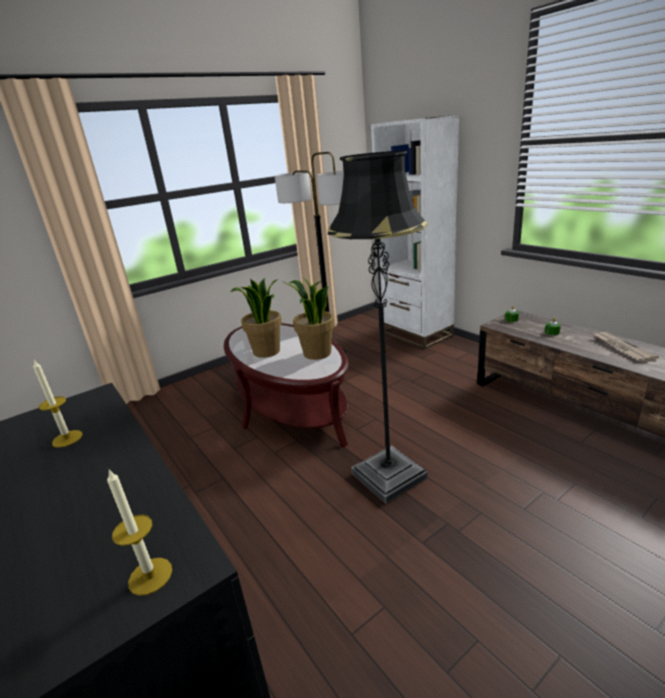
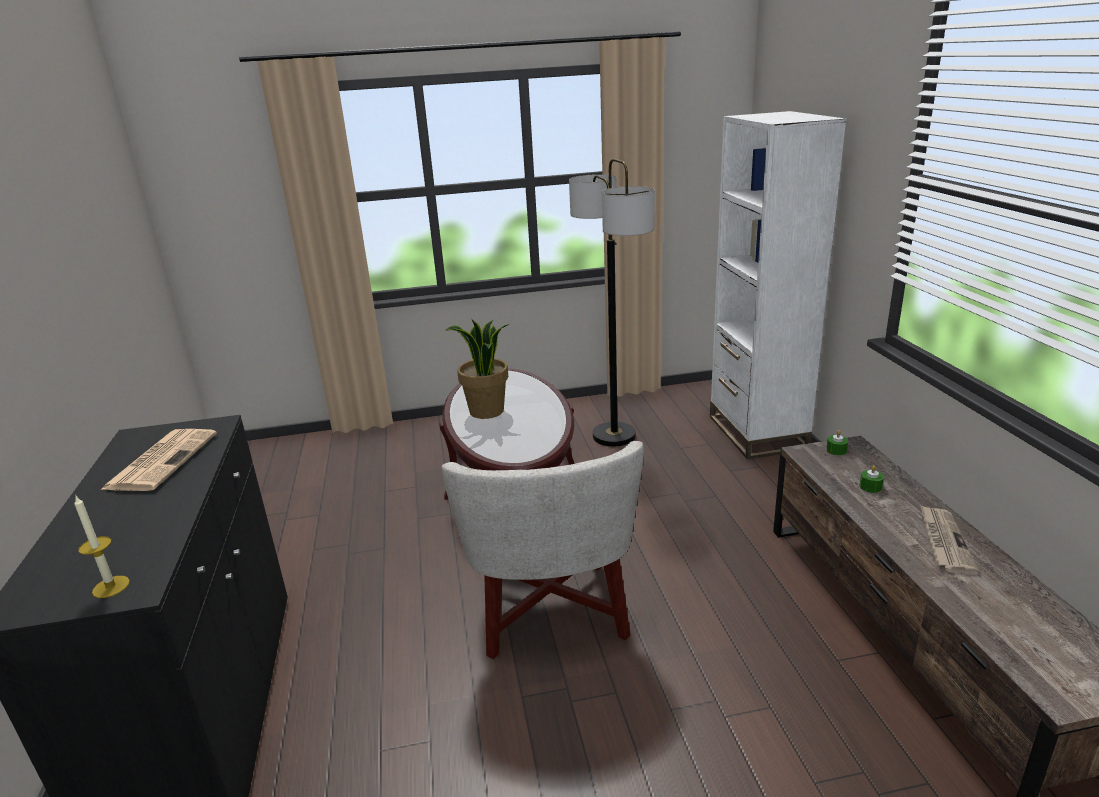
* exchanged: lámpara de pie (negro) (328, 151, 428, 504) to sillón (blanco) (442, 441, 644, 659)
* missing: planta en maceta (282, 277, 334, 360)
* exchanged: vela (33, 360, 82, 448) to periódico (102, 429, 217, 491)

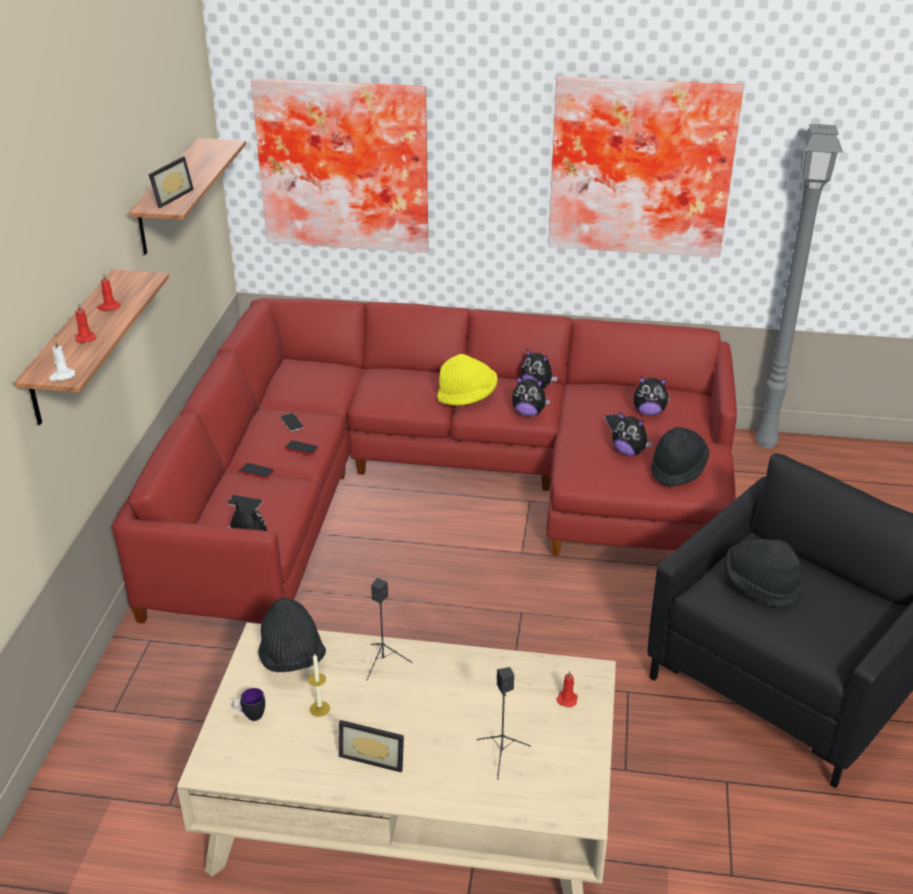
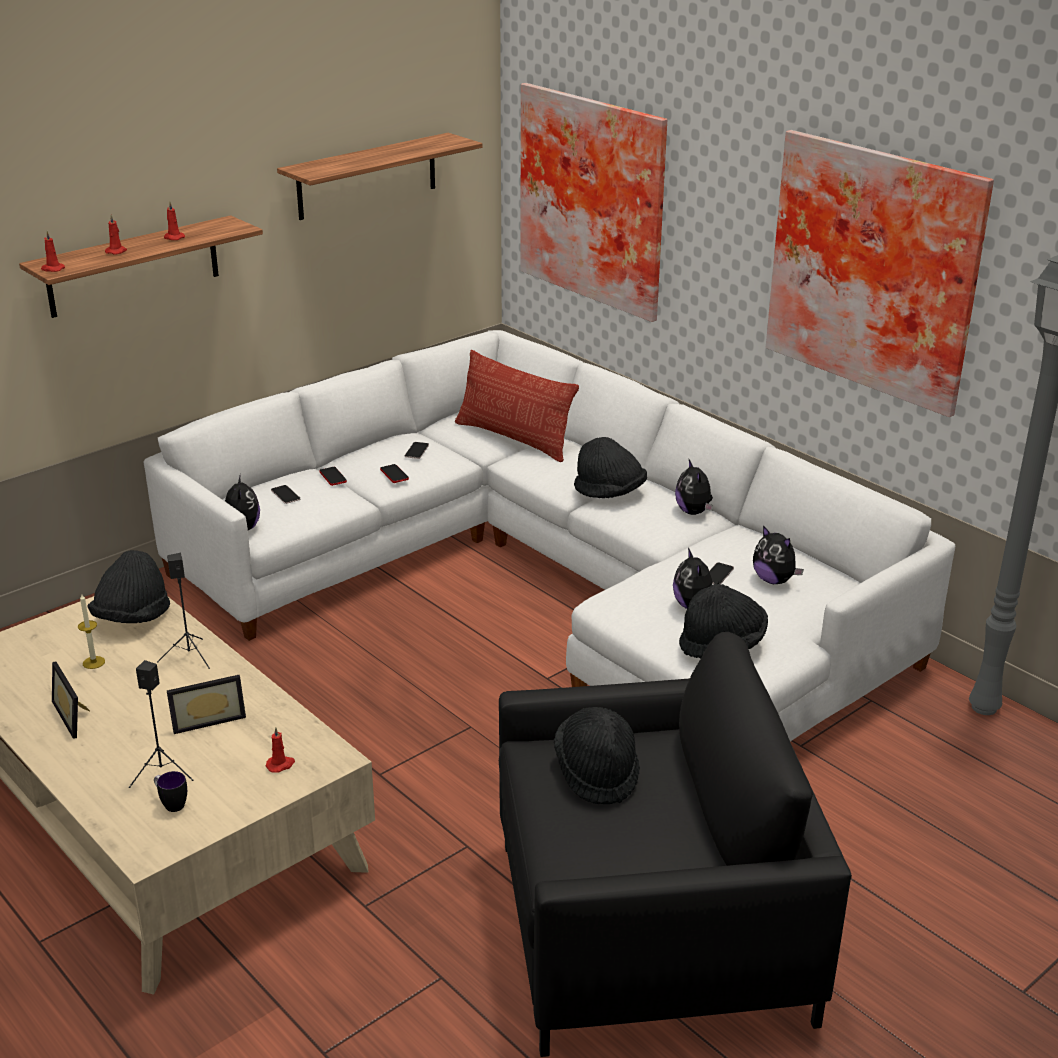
* relocated: portarretratos (149, 157, 194, 208) to (167, 675, 246, 734)
* colour: sofá (rojo) (112, 298, 737, 624) to sofá (blanco) (143, 330, 955, 742)
* colour: vela (blanco) (49, 340, 75, 381) to vela (rojo) (41, 231, 65, 272)
* colour: sombrero (amarillo) (437, 354, 498, 406) to sombrero (negro) (574, 437, 647, 498)
* missing: peluche (512, 376, 551, 416)
* relocated: taza grande (232, 688, 265, 721) to (154, 771, 187, 812)
* appeared: cojín (455, 350, 579, 462)

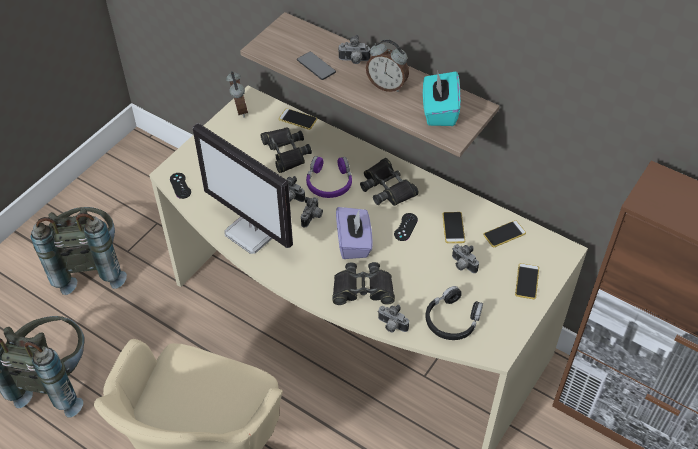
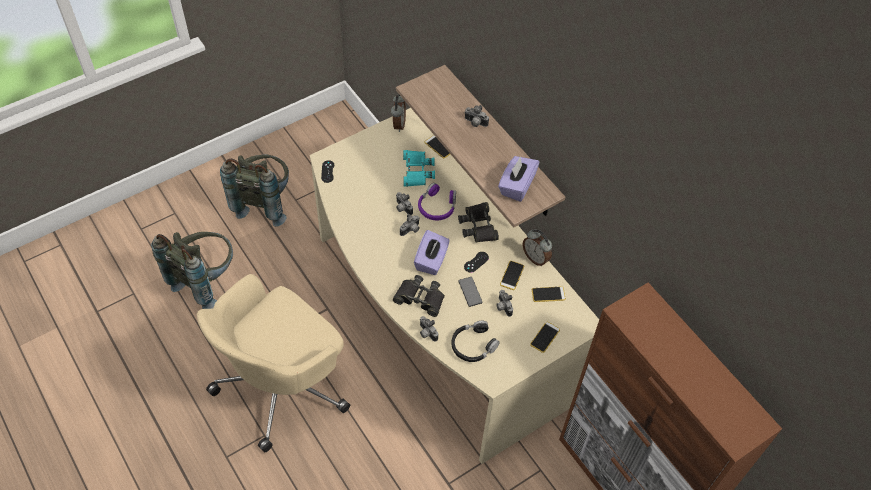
* relocated: despertador (366, 39, 409, 92) to (523, 229, 552, 266)
* relocated: móvil (297, 51, 336, 80) to (458, 277, 483, 307)
* colour: caja de pañuelos (turquesa) (423, 72, 461, 126) to caja de pañuelos (morado) (498, 156, 539, 202)
* missing: monitor (193, 123, 293, 254)
* colour: prismáticos (negro) (261, 127, 312, 173) to prismáticos (turquesa) (403, 150, 435, 187)

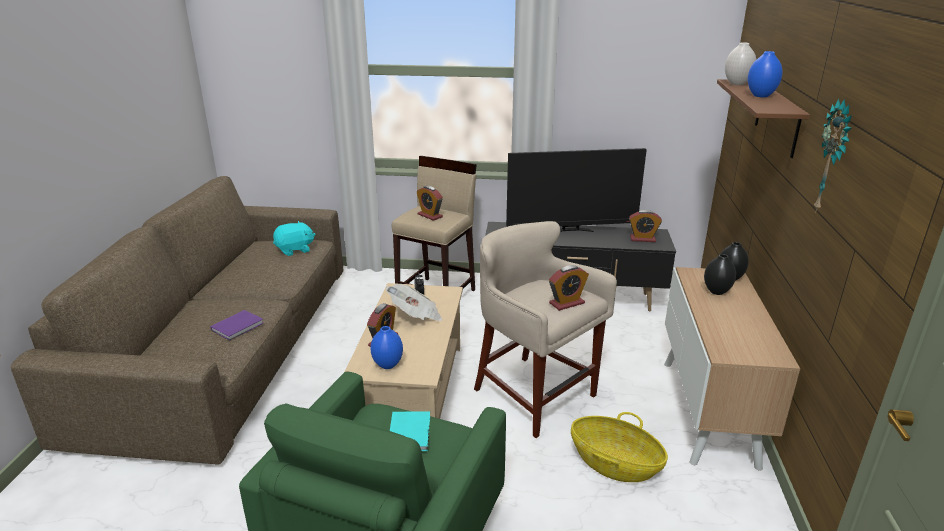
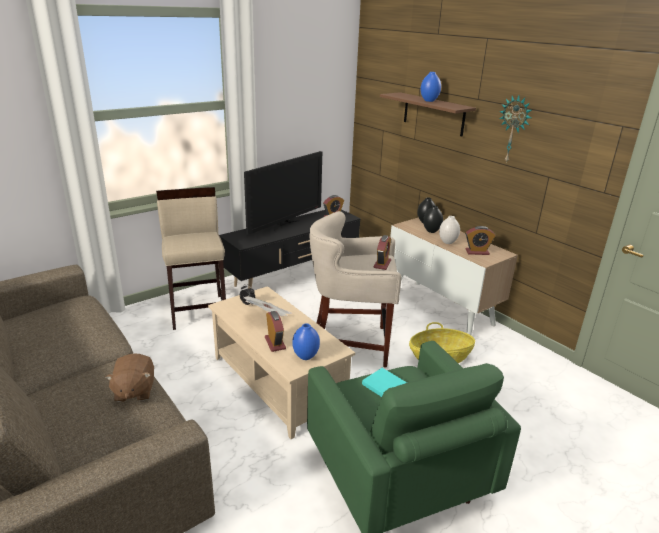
* relocated: florero (blanco) (725, 42, 756, 85) to (439, 216, 460, 244)
* relocated: despertador (417, 186, 443, 221) to (466, 226, 495, 255)
* missing: peluche (turquesa) (273, 221, 315, 256)
* exchanged: libro (morado) (210, 310, 263, 341) to peluche (marrón) (105, 353, 154, 402)

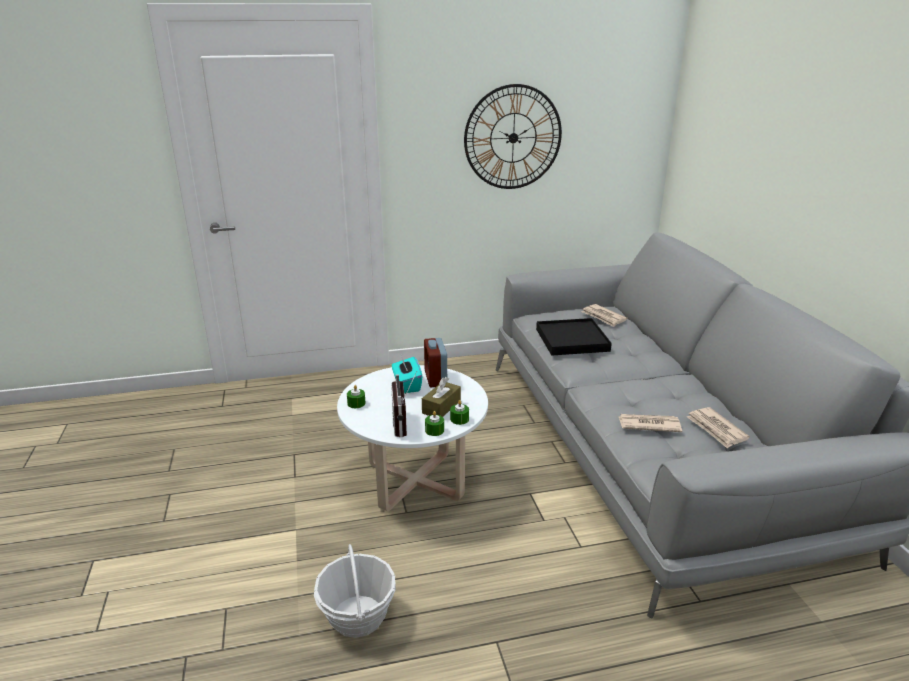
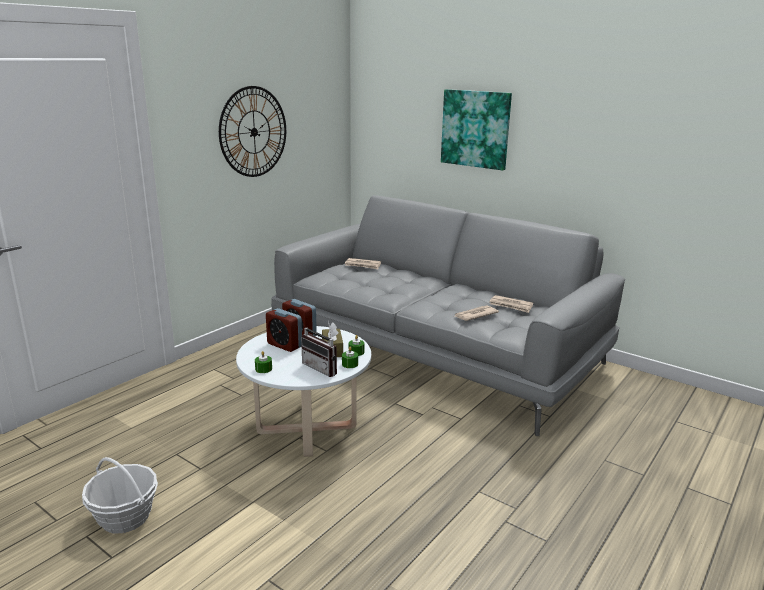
* missing: bandeja (negro) (536, 318, 612, 355)
* exchanged: caja de pañuelos (turquesa) (392, 355, 423, 393) to despertador (266, 308, 302, 352)
* relocated: cesta (314, 544, 395, 638) to (82, 457, 158, 534)
* appeared: cuadro (441, 89, 512, 170)

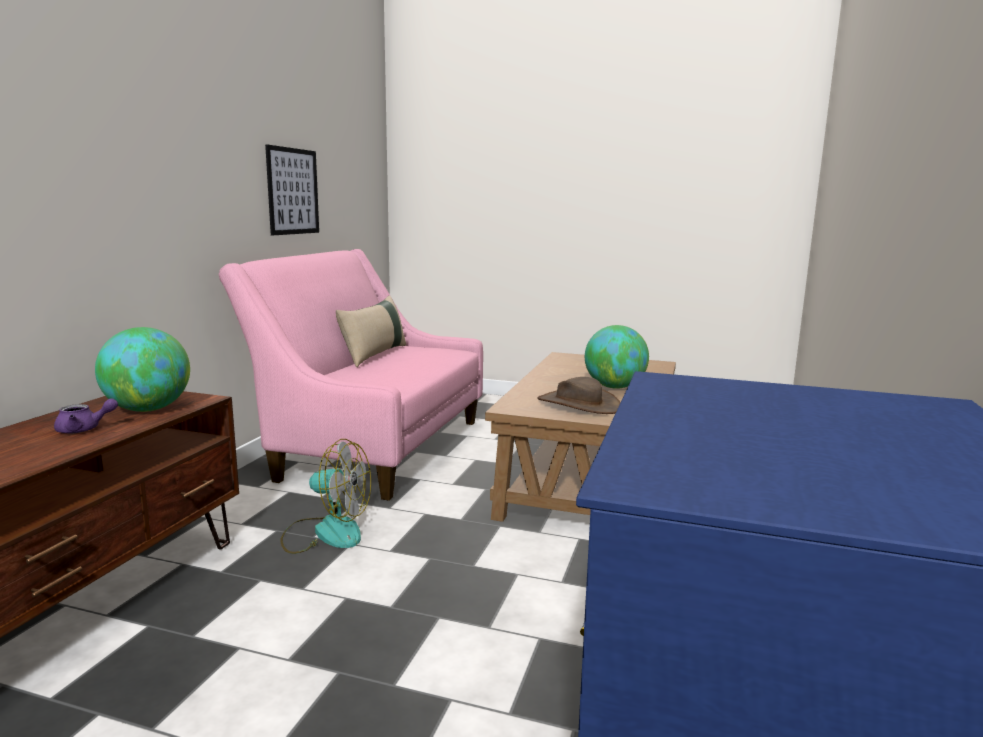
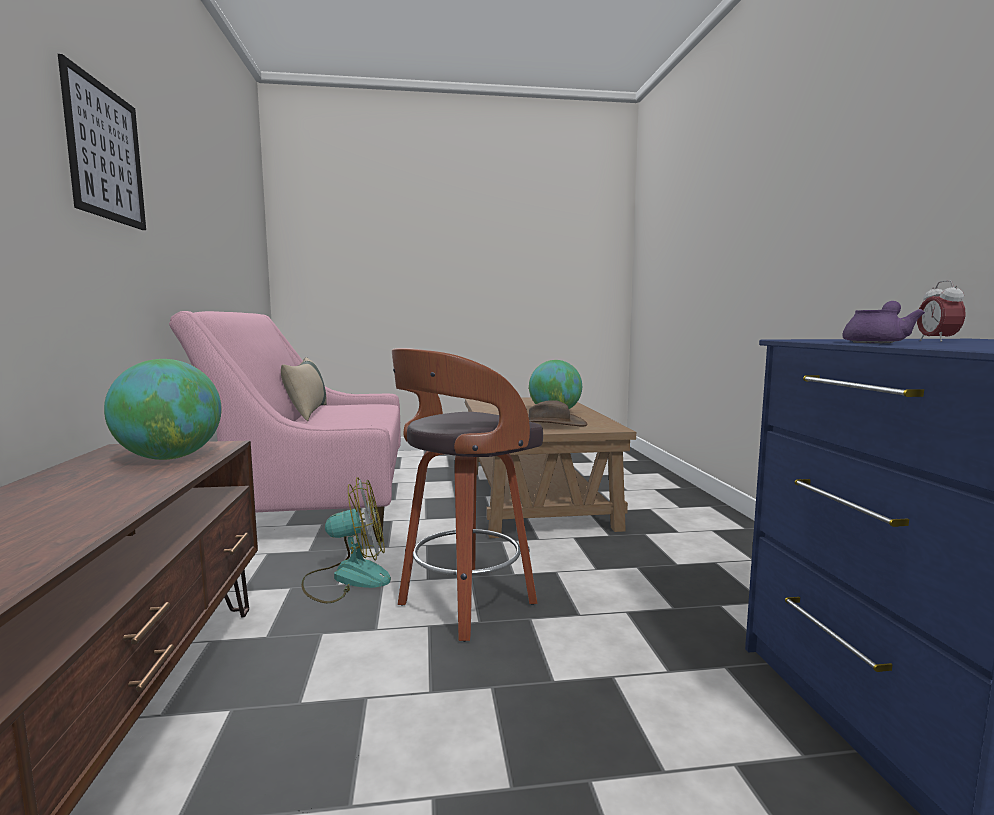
* relocated: cuadro (265, 144, 319, 235) to (58, 54, 146, 230)
* relocated: tetera (morado) (54, 398, 118, 434) to (843, 301, 925, 343)
* appeared: despertador (917, 280, 965, 342)
* appeared: taburete (392, 348, 543, 642)

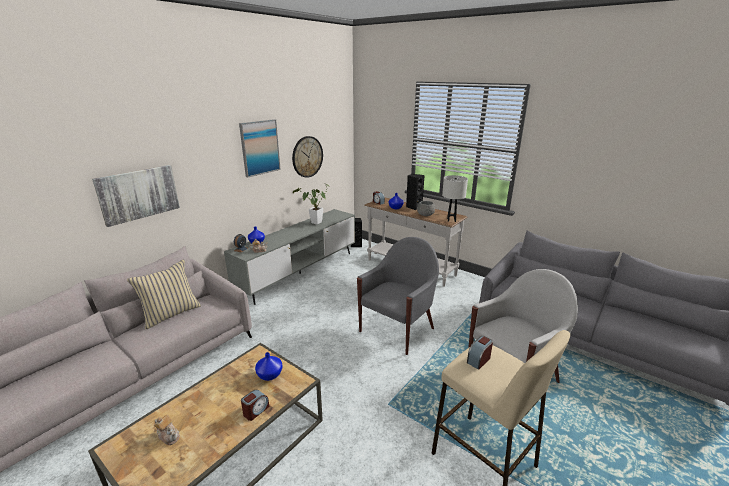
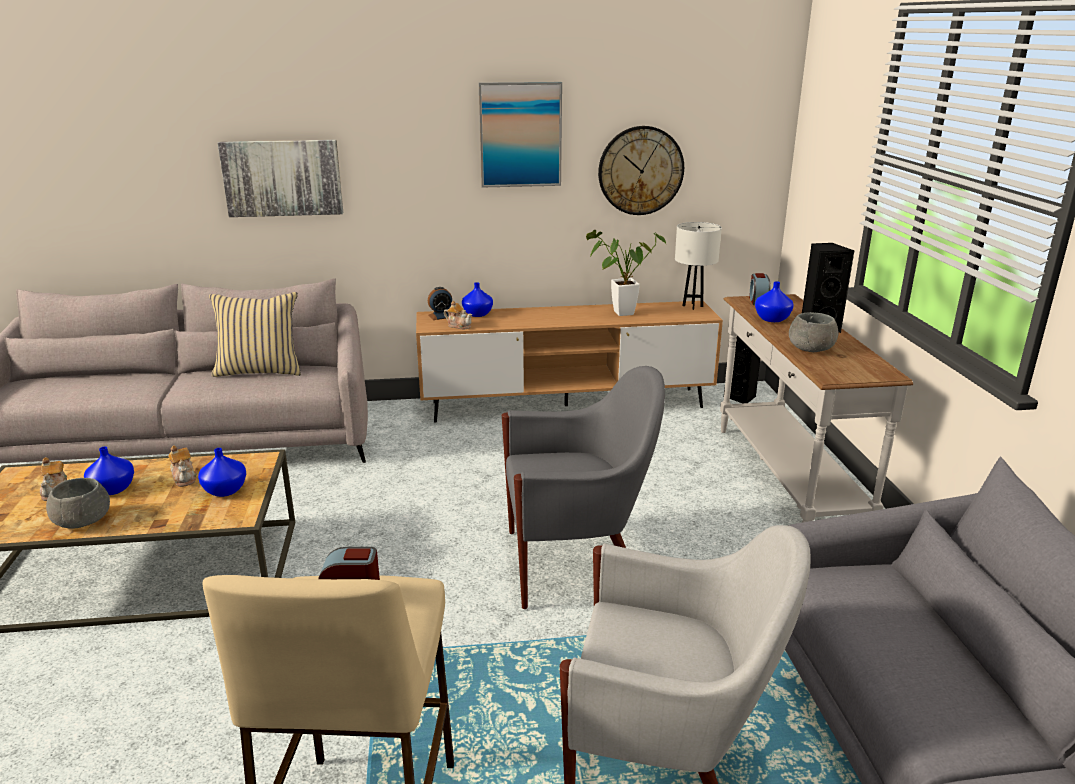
* relocated: lámpara de mesa (blanco) (442, 175, 468, 222) to (675, 222, 722, 310)
* colour: mueble de televisión (gris) (224, 209, 355, 305) to mueble de televisión (marrón) (416, 301, 723, 423)
* missing: despertador (241, 390, 269, 421)
* appeared: tetera (168, 445, 197, 487)
* appeared: florero (azul) (84, 447, 134, 495)
* appeared: cuenco (gris) (46, 478, 110, 529)

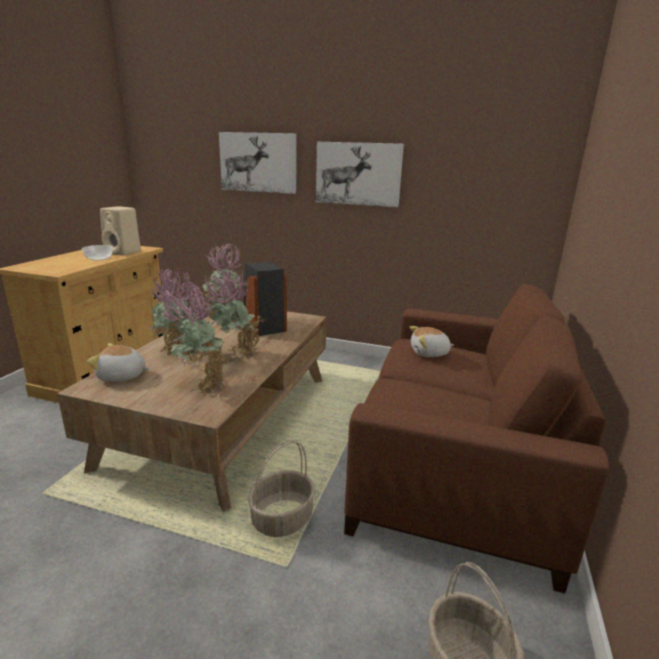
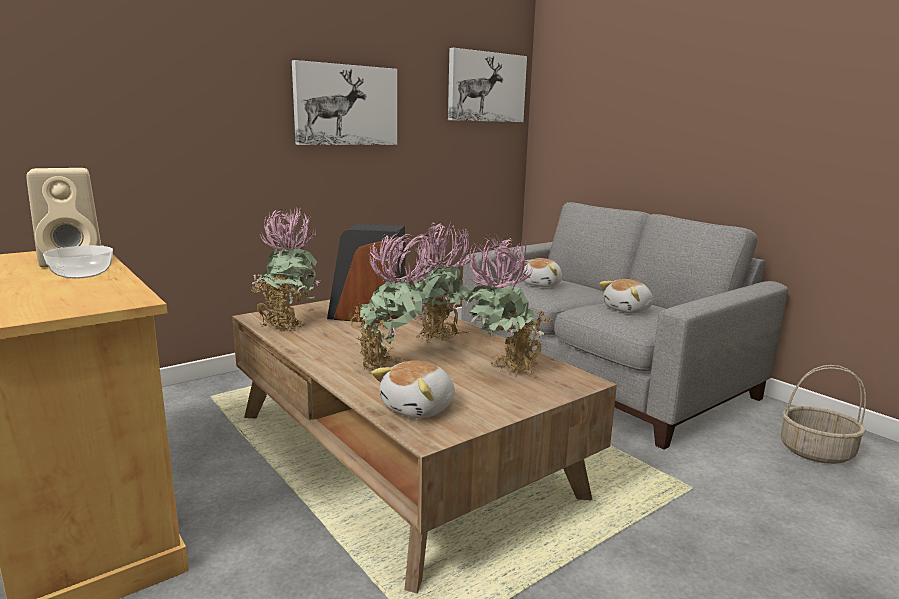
* relocated: cuadro (219, 132, 297, 194) to (448, 48, 527, 122)
* colour: sofá (marrón) (344, 284, 609, 593) to sofá (gris) (462, 202, 788, 450)
* missing: cesta (248, 440, 315, 537)
* appeared: peluche (600, 279, 653, 313)

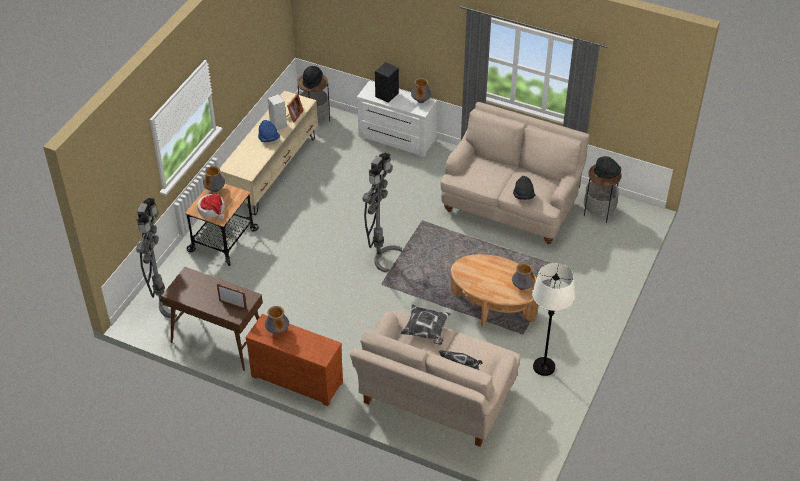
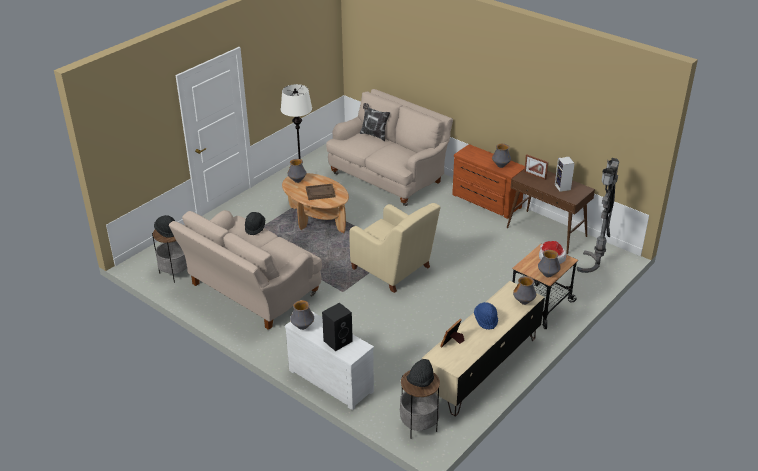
* relocated: altavoz (268, 94, 287, 130) to (555, 157, 575, 192)
* exchanged: lámpara de pie (gris) (363, 152, 402, 273) to sillón (beis) (349, 203, 441, 293)
* missing: cojín (400, 304, 451, 345)
* appeared: bandeja (marrón) (306, 184, 336, 200)
* appeared: florero (513, 276, 536, 305)

